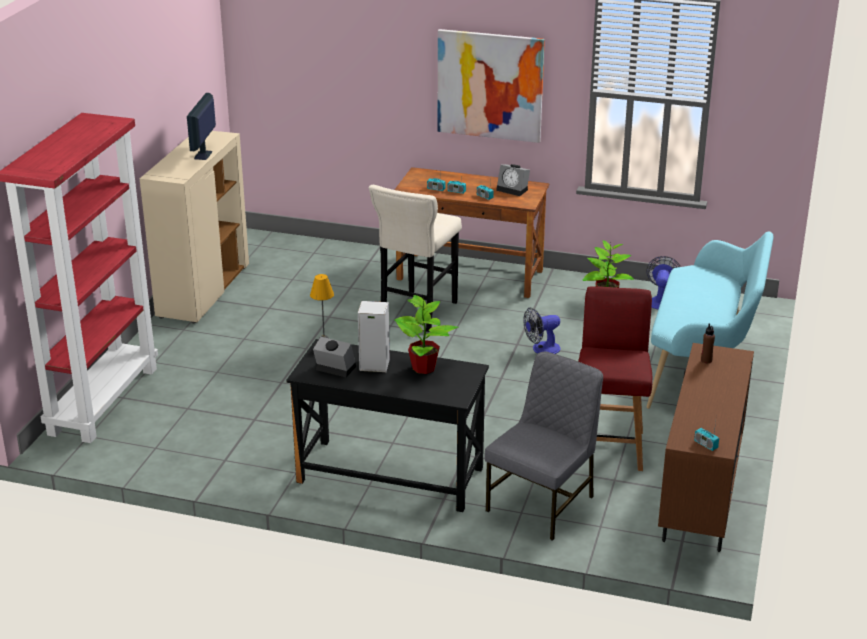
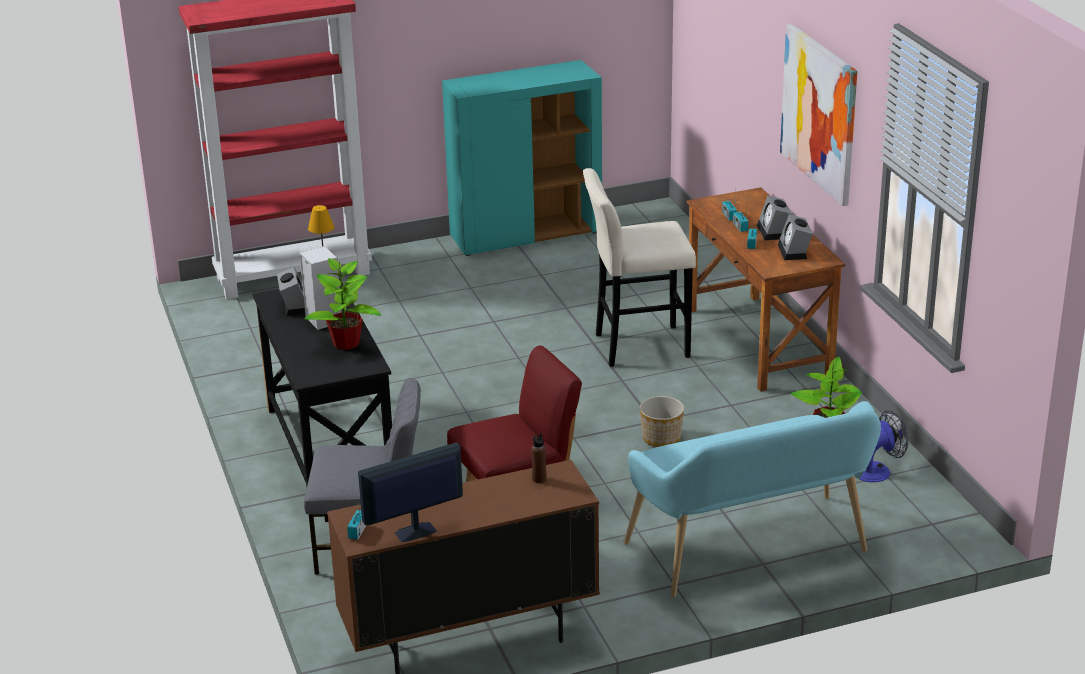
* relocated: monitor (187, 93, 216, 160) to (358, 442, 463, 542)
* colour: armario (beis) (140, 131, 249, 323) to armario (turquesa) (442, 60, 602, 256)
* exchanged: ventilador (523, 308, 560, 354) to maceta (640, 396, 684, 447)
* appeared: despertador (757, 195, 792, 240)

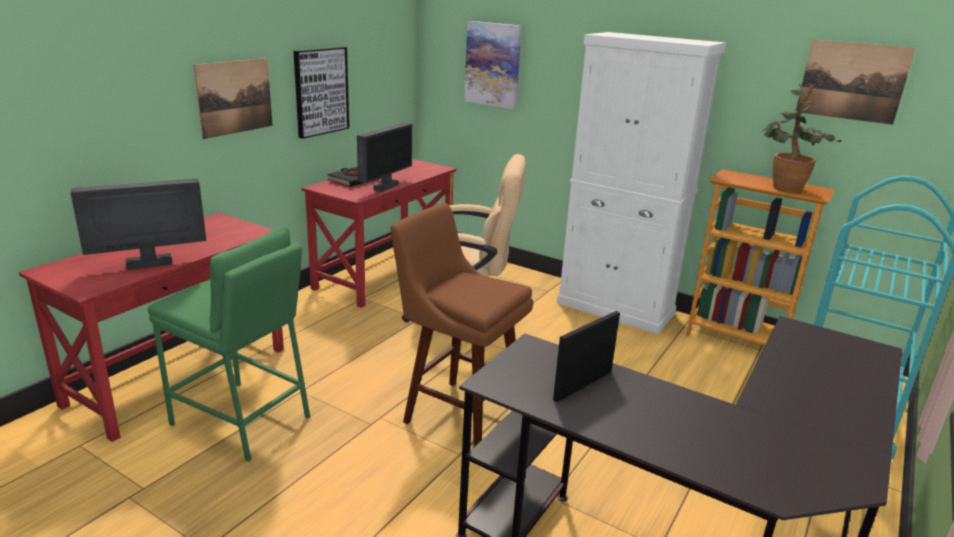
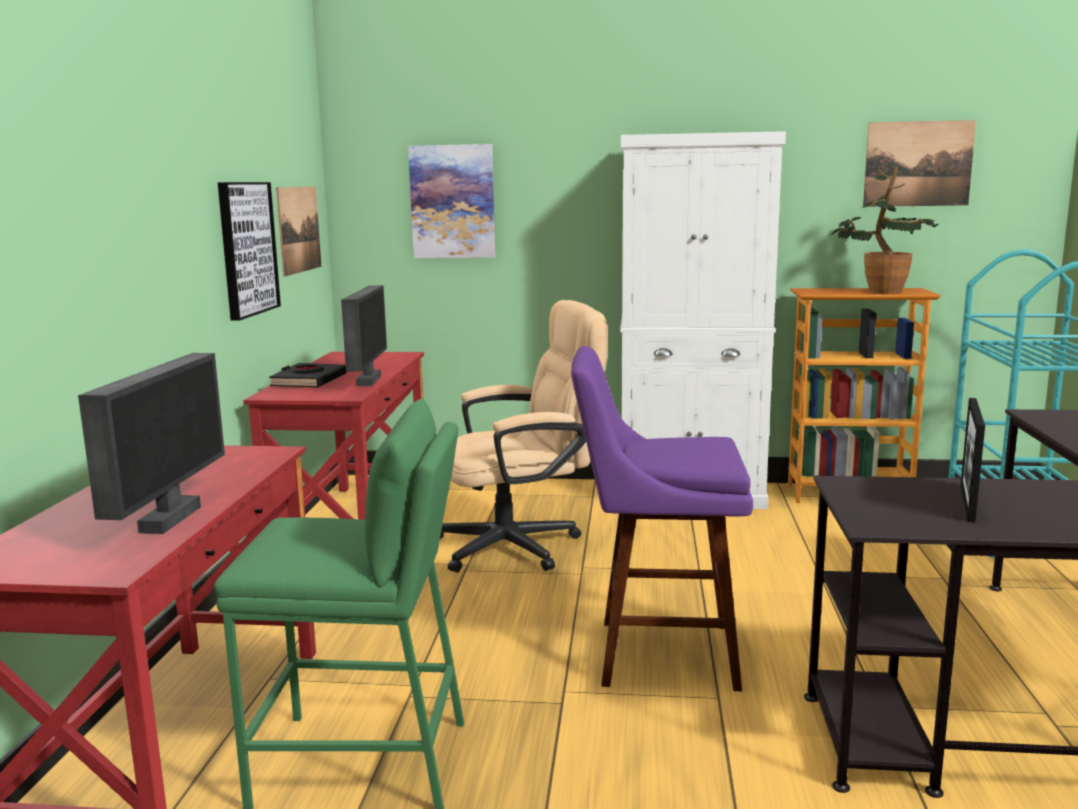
* relocated: cuadro (194, 58, 273, 139) to (276, 187, 321, 276)
* spun: monitor (70, 178, 207, 270) = (78, 353, 225, 534) 150 degrees clockwise
* colour: taburete (marrón) (391, 203, 533, 447) to taburete (morado) (571, 346, 753, 691)

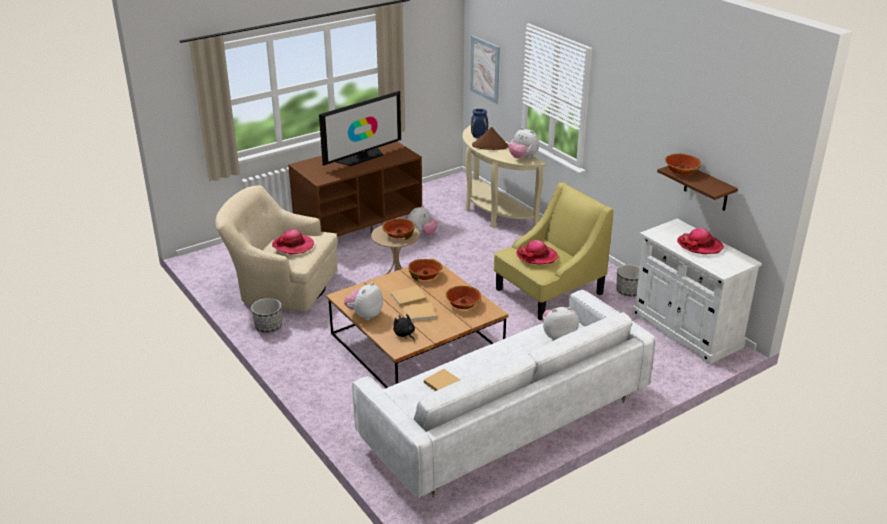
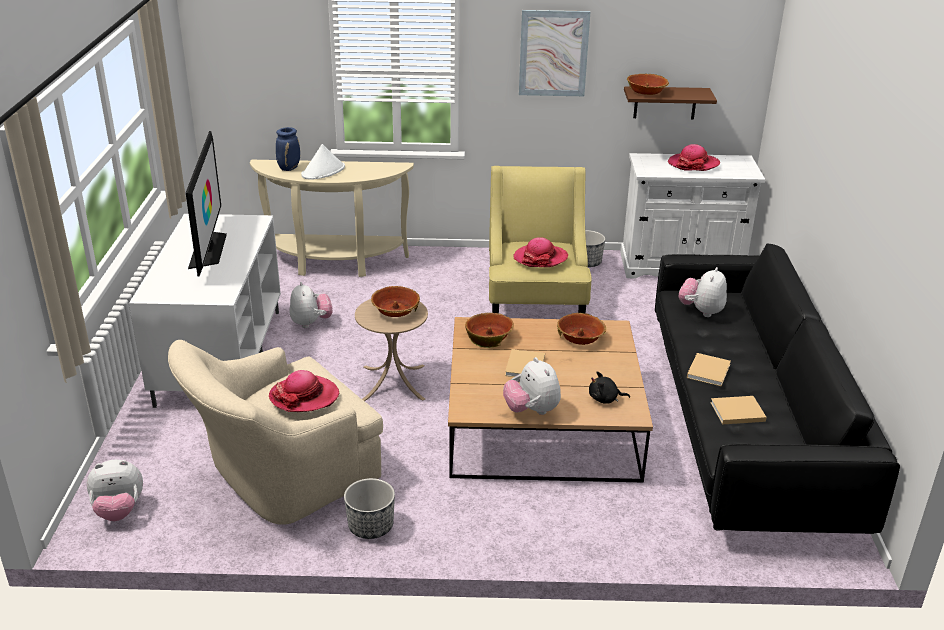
* relocated: cuadro (470, 35, 500, 104) to (519, 10, 590, 96)
* colour: sombrero (marrón) (472, 127, 509, 150) to sombrero (blanco) (301, 144, 345, 180)
* relocated: peluche (508, 127, 539, 158) to (87, 460, 143, 521)
* colour: mueble de televisión (marrón) (288, 141, 422, 237) to mueble de televisión (blanco) (129, 214, 281, 408)
* colour: sofá (blanco) (352, 290, 656, 498) to sofá (negro) (655, 243, 900, 534)
* relocated: libro (beis) (403, 303, 436, 322) to (687, 353, 731, 386)

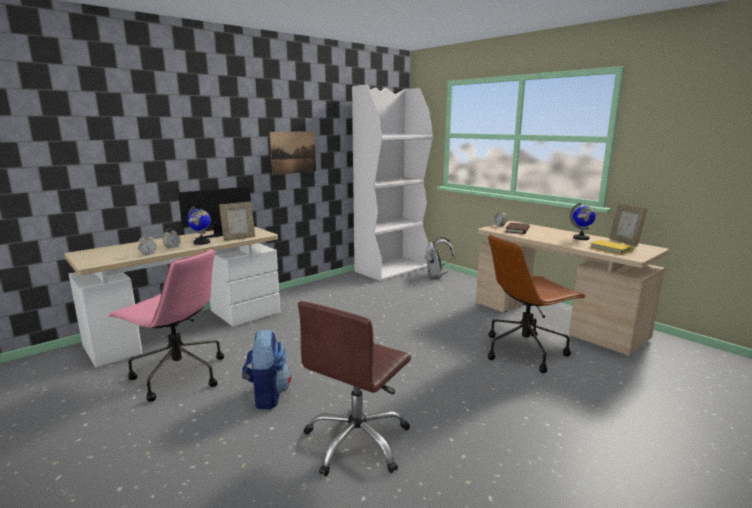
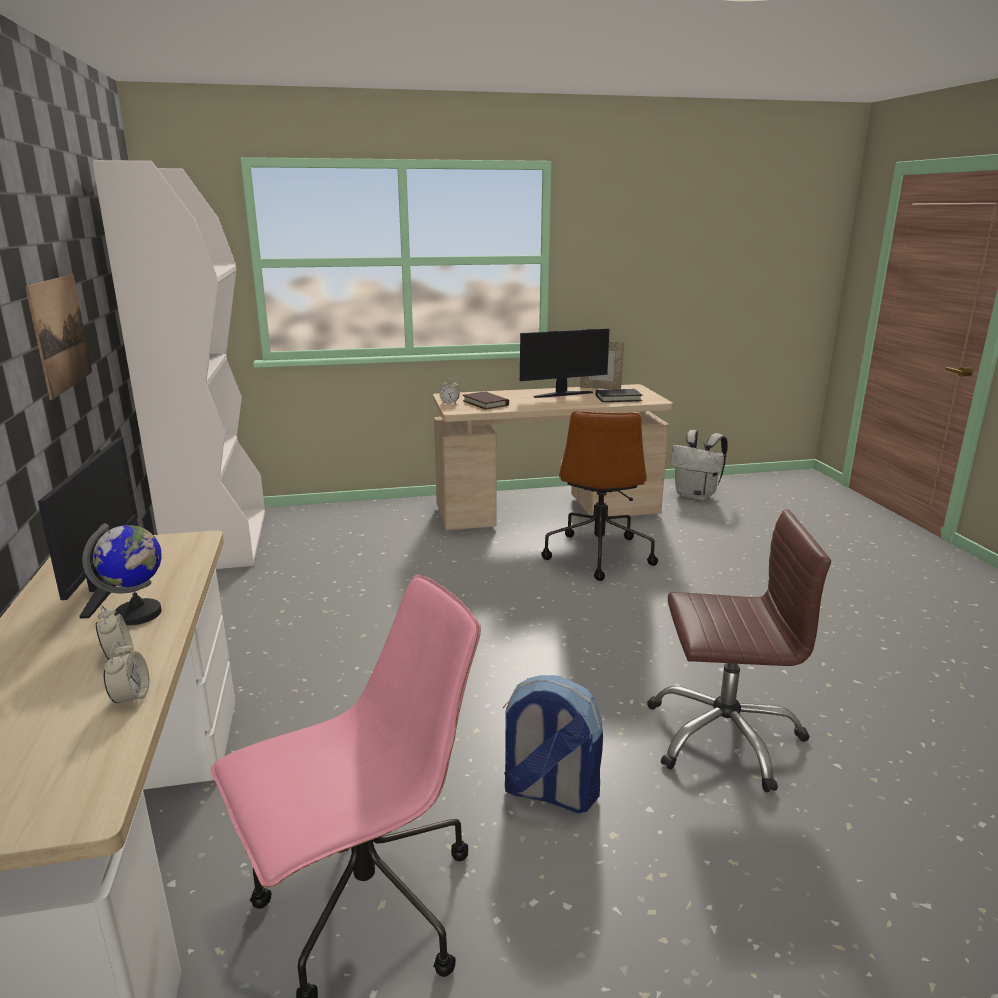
* missing: portarretratos (219, 202, 255, 241)
* exchanged: globo terráqueo (570, 202, 596, 240) to monitor (520, 328, 609, 398)
* relocated: mochila (blanco) (425, 236, 455, 277) to (670, 430, 728, 501)
* colour: libro (amarillo) (589, 240, 633, 255) to libro (negro) (596, 389, 642, 402)
* spun: silla de oficina (marrón) (298, 301, 411, 476) = (647, 510, 831, 792) 60 degrees counterclockwise

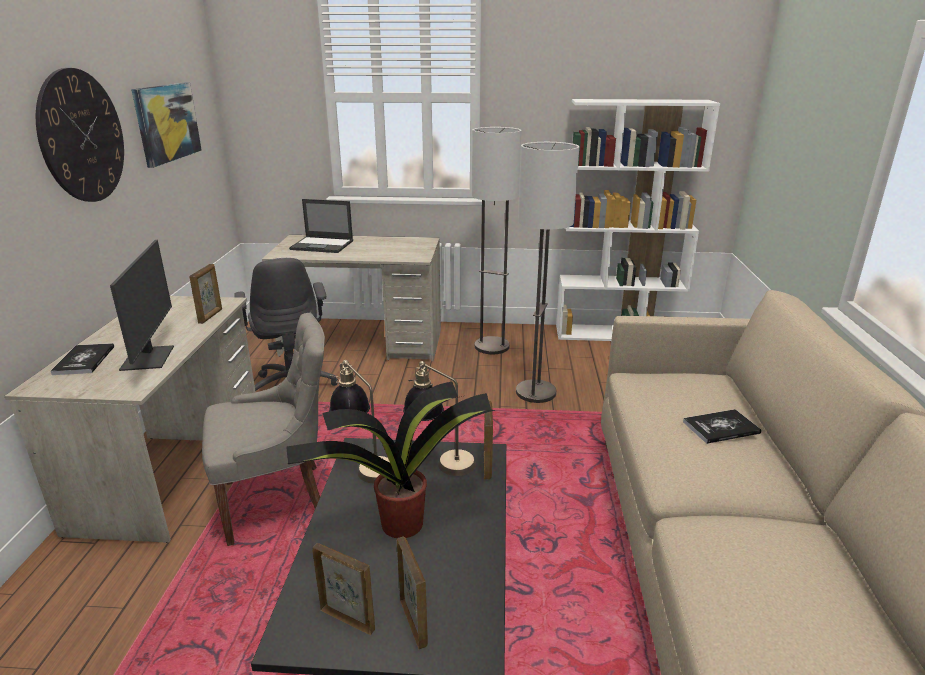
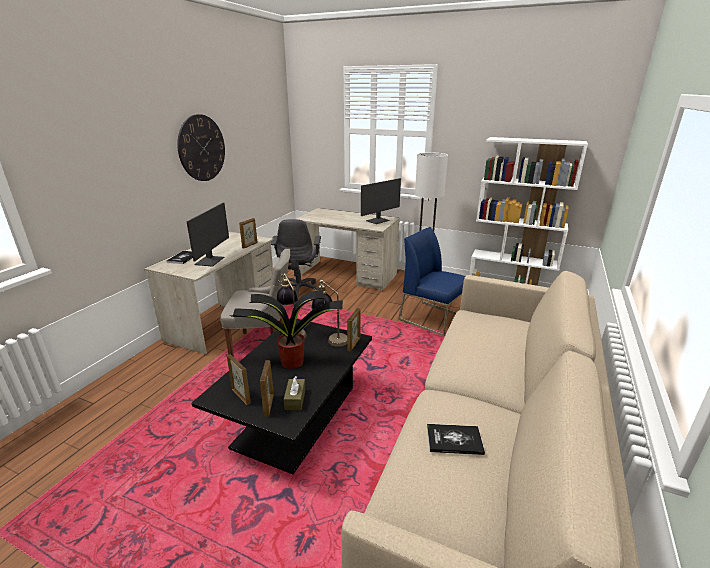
* missing: cuadro (131, 82, 202, 168)
* exchanged: lámpara de pie (516, 142, 579, 403) to silla (azul) (398, 227, 465, 336)
* missing: portátil (289, 199, 353, 253)
* relocated: libro (683, 409, 762, 444) to (427, 424, 485, 455)
* appeared: monitor (361, 178, 401, 224)
* appeared: caja de pañuelos (marrón) (284, 376, 305, 410)

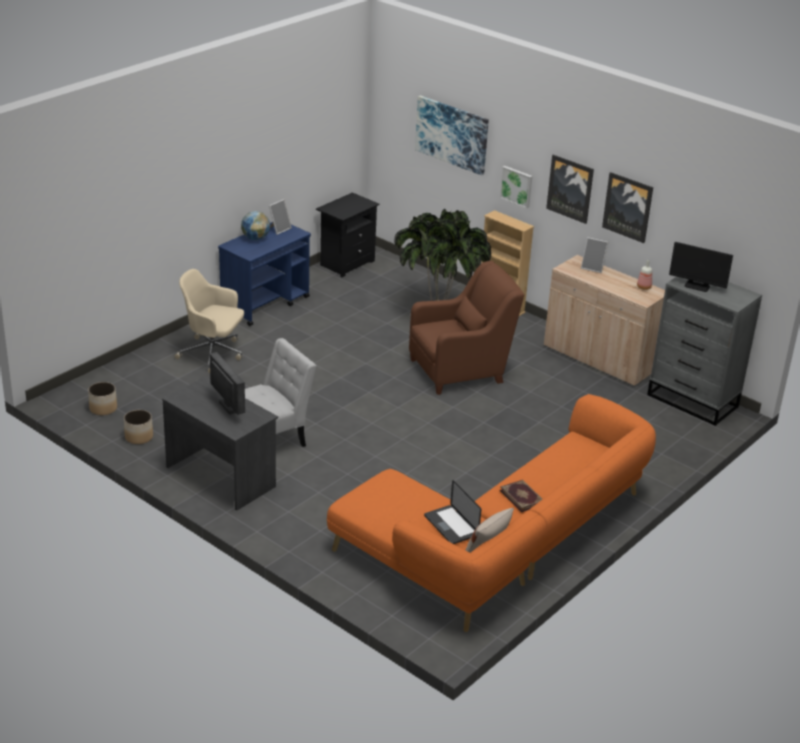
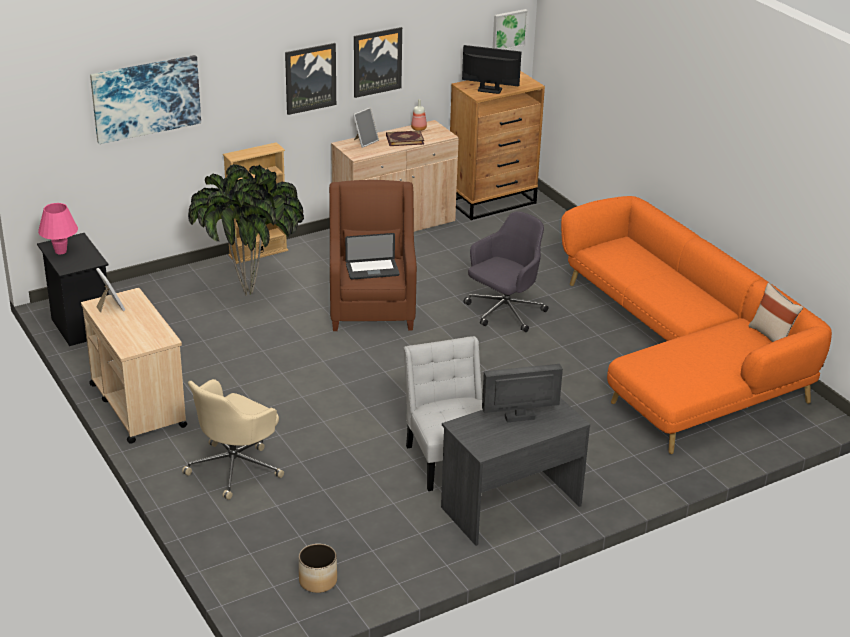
* relocated: cuadro (500, 166, 533, 208) to (493, 9, 528, 50)
* missing: globo terráqueo (241, 211, 270, 240)
* colour: carrito (azul) (218, 222, 311, 326) to carrito (beis) (81, 288, 187, 444)
* spun: monitor (669, 242, 733, 292) = (462, 45, 521, 94) 120 degrees counterclockwise
* colour: cómoda (gris) (647, 277, 762, 426) to cómoda (marrón) (450, 71, 545, 220)
* missing: maceta (124, 410, 153, 444)
* relocated: portátil (424, 480, 481, 544) to (345, 233, 400, 280)
* relocated: libro (500, 480, 542, 512) to (386, 130, 424, 146)
* appeared: lámpara de mesa (rosa) (38, 203, 78, 254)
* appeared: silla de oficina (gris) (463, 211, 549, 332)

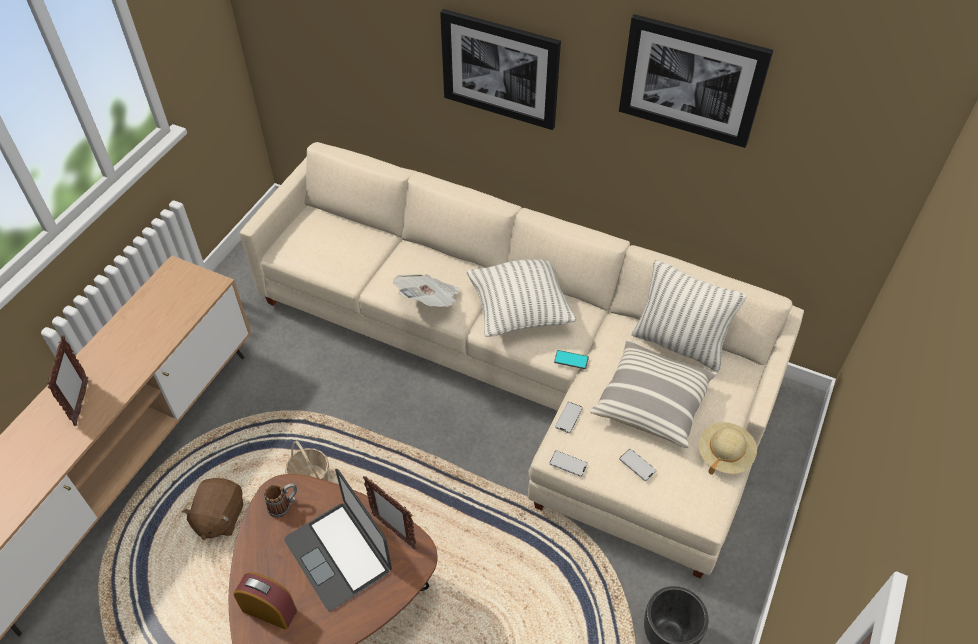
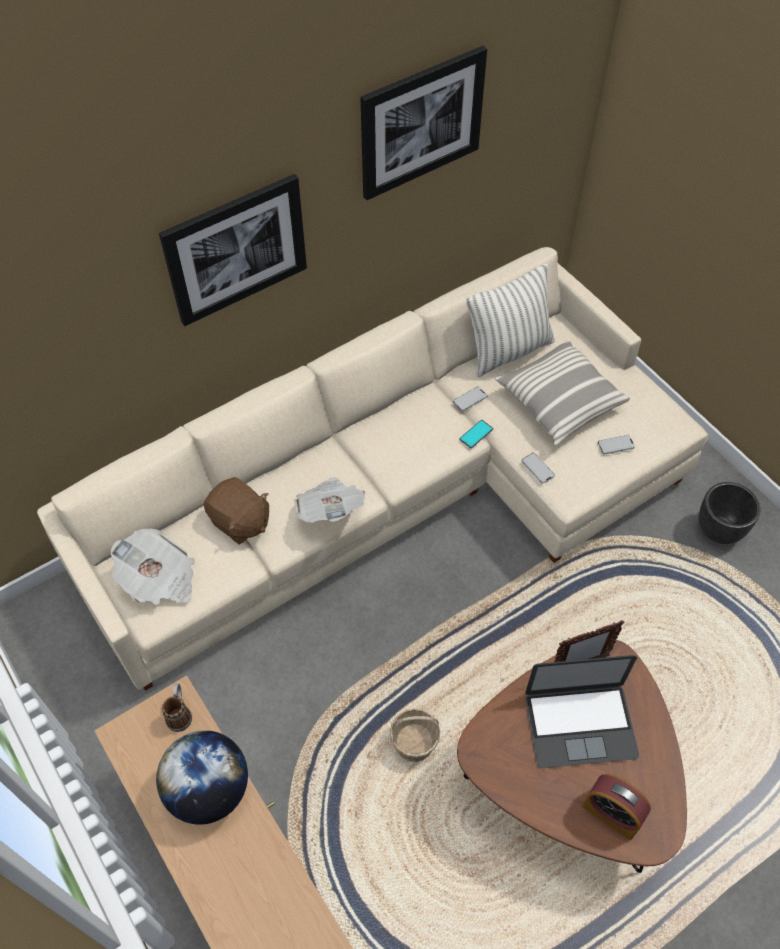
* missing: cojín (467, 259, 576, 337)
* missing: portarretratos (47, 336, 89, 426)
* missing: sombrero (beis) (699, 422, 757, 475)
* relocated: móvil (550, 451, 588, 477) to (453, 386, 487, 411)
* relocated: peluche (marrón) (182, 478, 243, 540) to (204, 477, 269, 545)
* relocated: taza grande (264, 483, 297, 518) to (162, 684, 192, 732)
* spun: despertador (234, 572, 297, 630) = (582, 774, 651, 840) 105 degrees counterclockwise
* appeared: periódico (111, 529, 195, 605)
* appeared: globo terráqueo (156, 730, 248, 825)

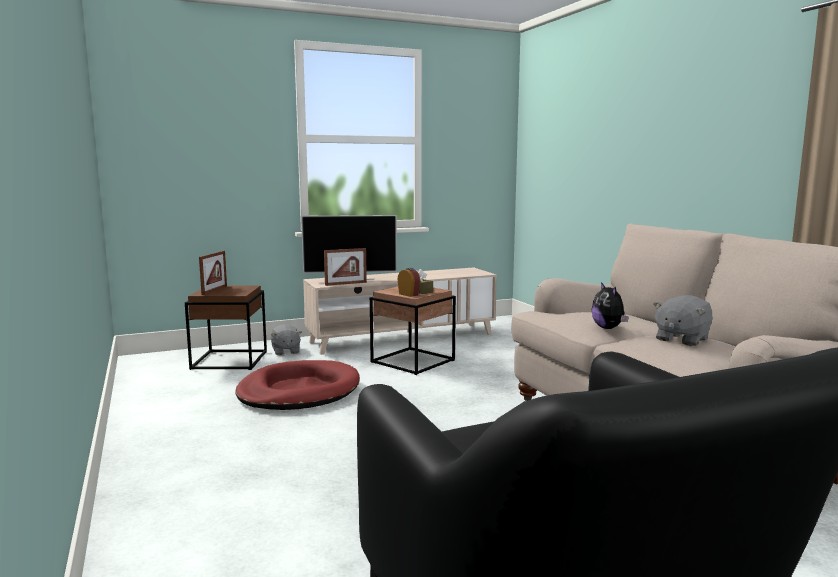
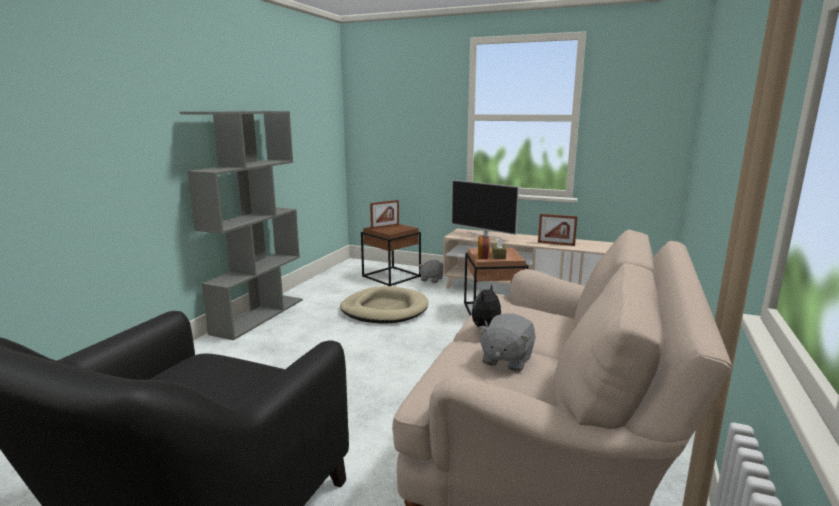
* relocated: portarretratos (324, 248, 367, 286) to (538, 214, 578, 246)
* spun: peluche (gris) (653, 295, 713, 346) = (478, 313, 536, 372) 60 degrees counterclockwise
* colour: cama para perro (rojo) (235, 360, 360, 410) to cama para perro (beis) (340, 286, 428, 324)
* appeared: estantería (gris) (180, 111, 303, 340)

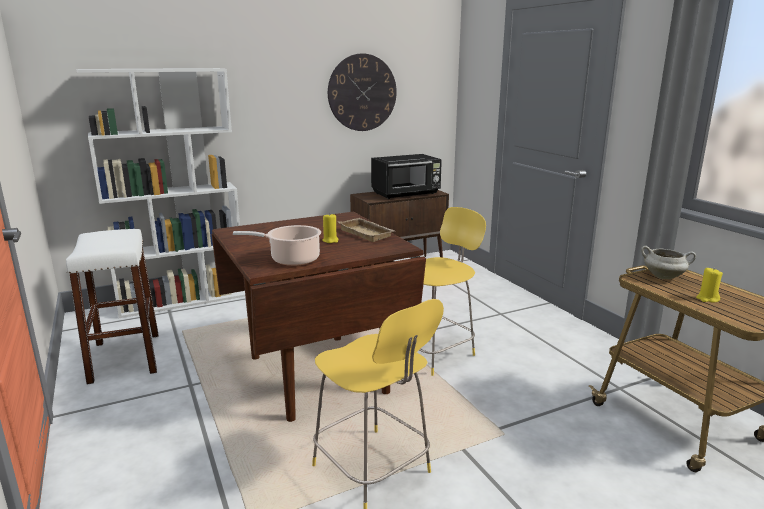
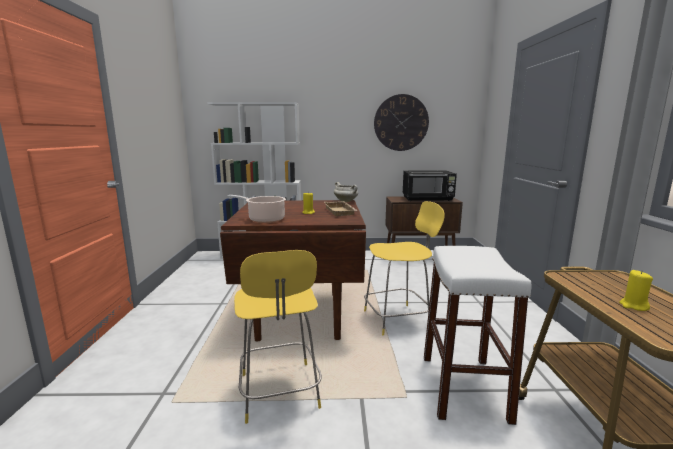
* relocated: taburete (blanco) (66, 229, 159, 385) to (424, 246, 531, 425)
* relocated: olla (blanco) (641, 246, 696, 279) to (334, 182, 358, 202)

